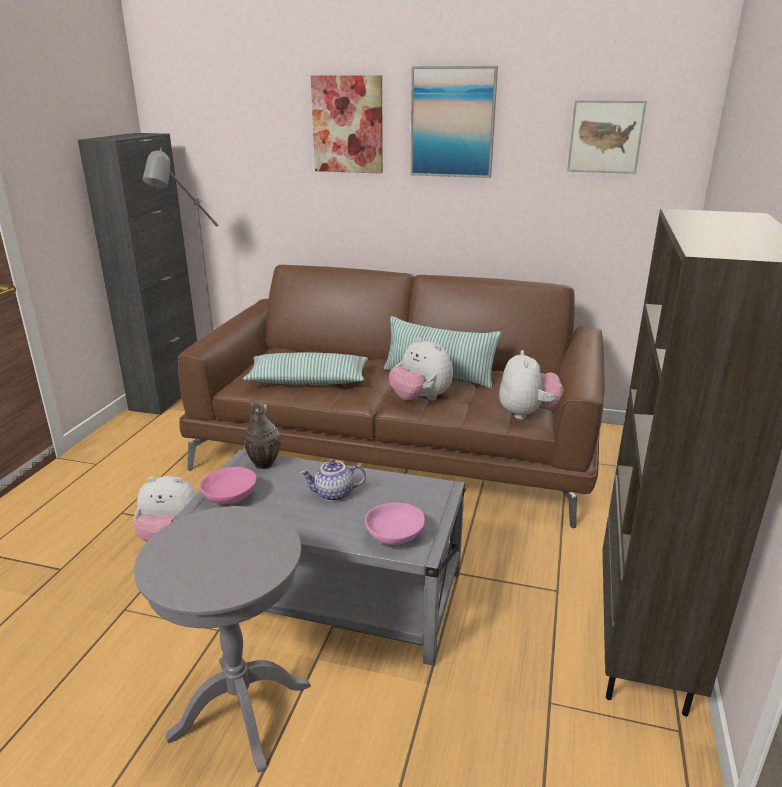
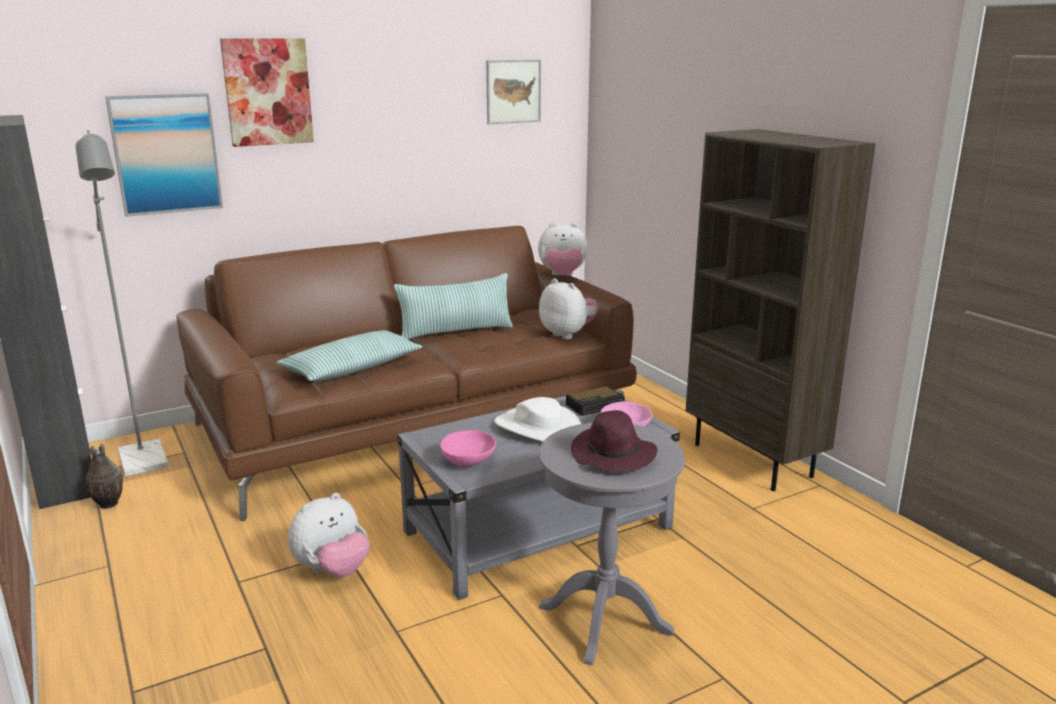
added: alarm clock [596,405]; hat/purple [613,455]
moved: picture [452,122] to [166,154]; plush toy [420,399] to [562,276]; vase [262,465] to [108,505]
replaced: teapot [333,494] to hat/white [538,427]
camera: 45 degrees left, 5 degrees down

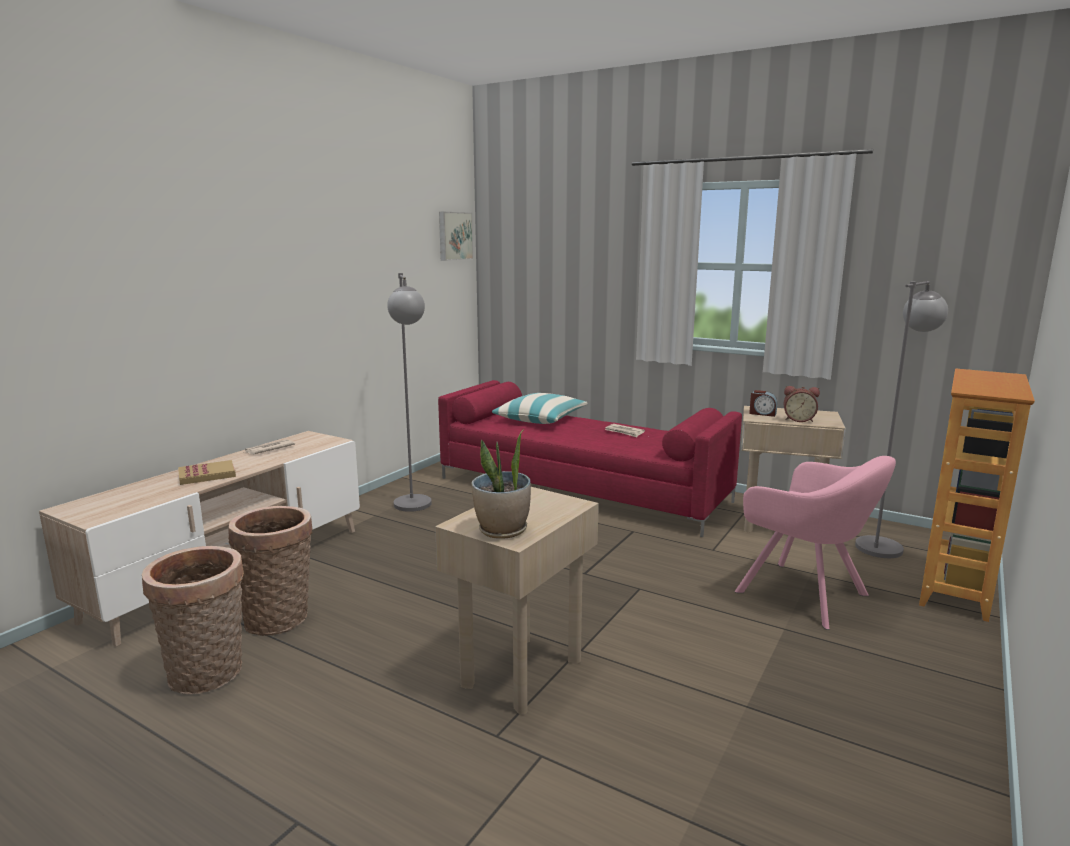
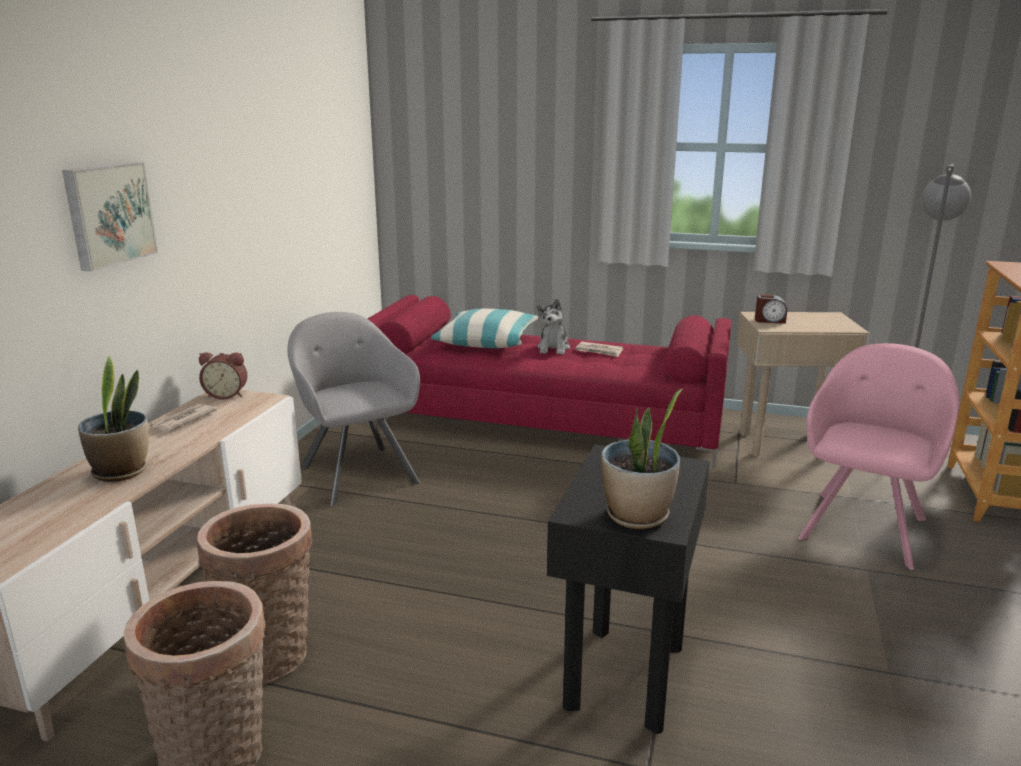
added: plush toy [553,348]
moved: picture [454,236] to [108,214]; alarm clock [798,420] to [227,395]
replaced: floor lamp/grey [414,509] to armchair/grey [357,472]; book [207,475] to potted plant [121,471]
recoloured: side table/beige [521,672] to side table/black [623,676]
turned: armchair/pink [807,596] = [864,526] 90 degrees counterclockwise
camera: 15 degrees left, 5 degrees up

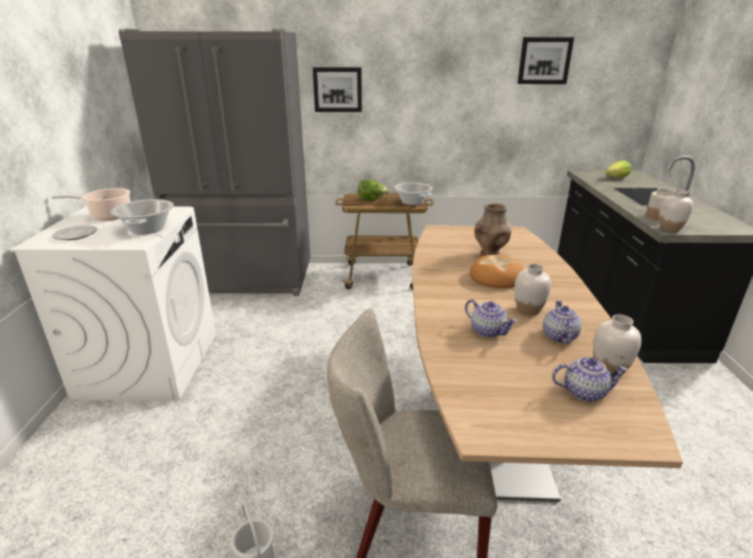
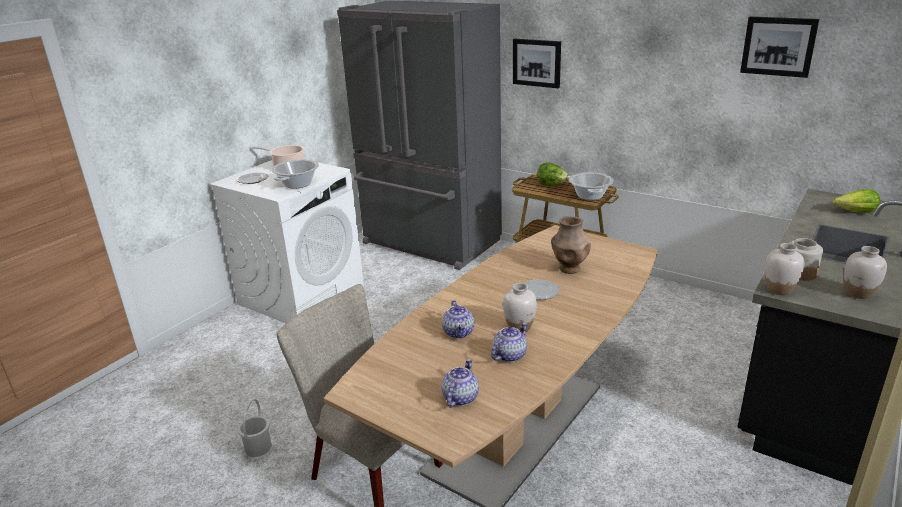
moved: vase/white [609,369] to [858,293]
replaced: bread [496,277] to plate [539,292]
turned: teapot [584,392] = [460,397] 105 degrees counterclockwise
camera: 35 degrees right, 0 degrees up

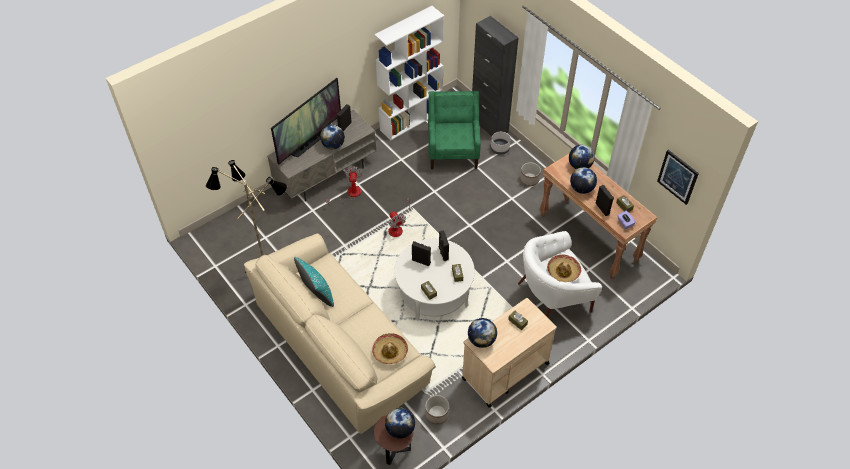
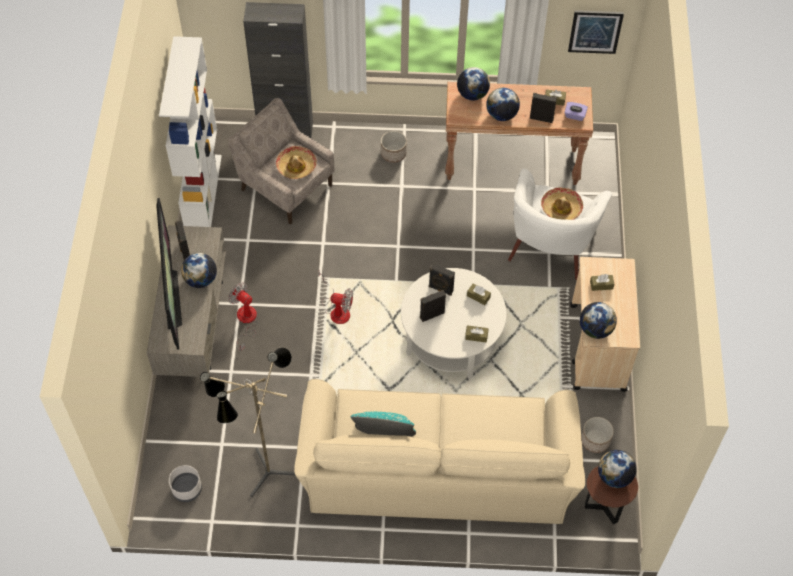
moved: planter/grey [499,148] to [186,489]; hat [390,351] to [296,166]
recoloured: armchair/green [453,150] to armchair/beige [286,186]
camera: 50 degrees left, 5 degrees up

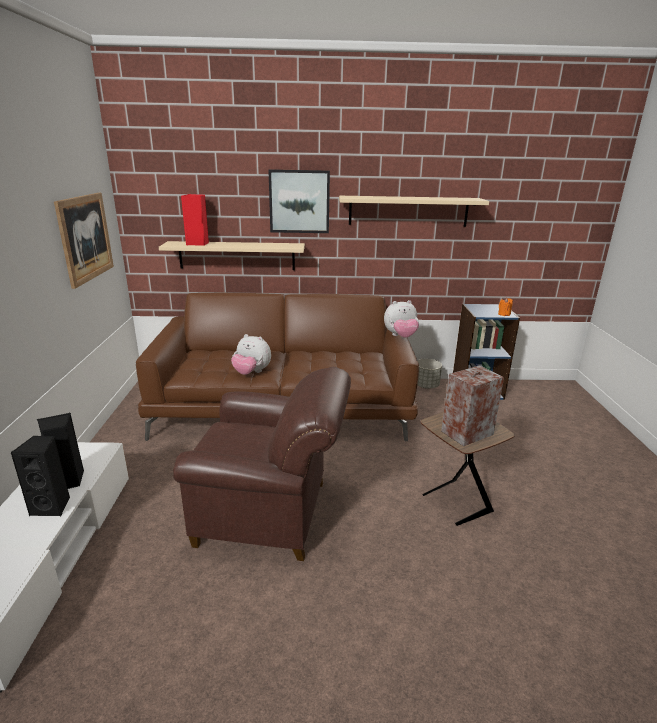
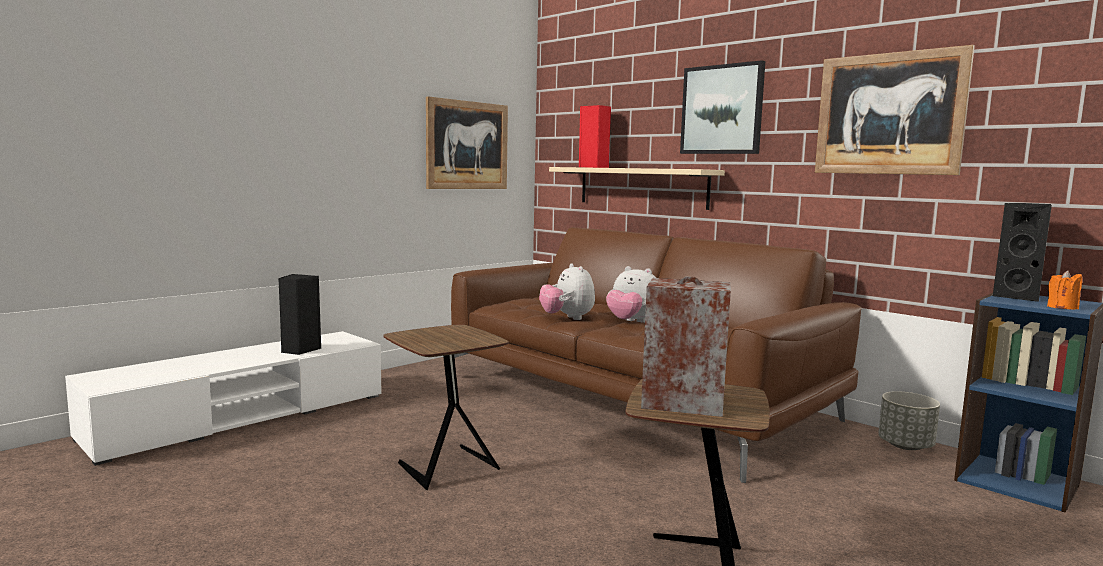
moved: plush toy [400,336] to [632,322]; speaker/black [53,506] to [1019,297]
replaced: shelf/beige [408,211] to picture [889,114]; armchair/brown [270,513] to side table/brown [445,466]
camera: 45 degrees right, 15 degrees down

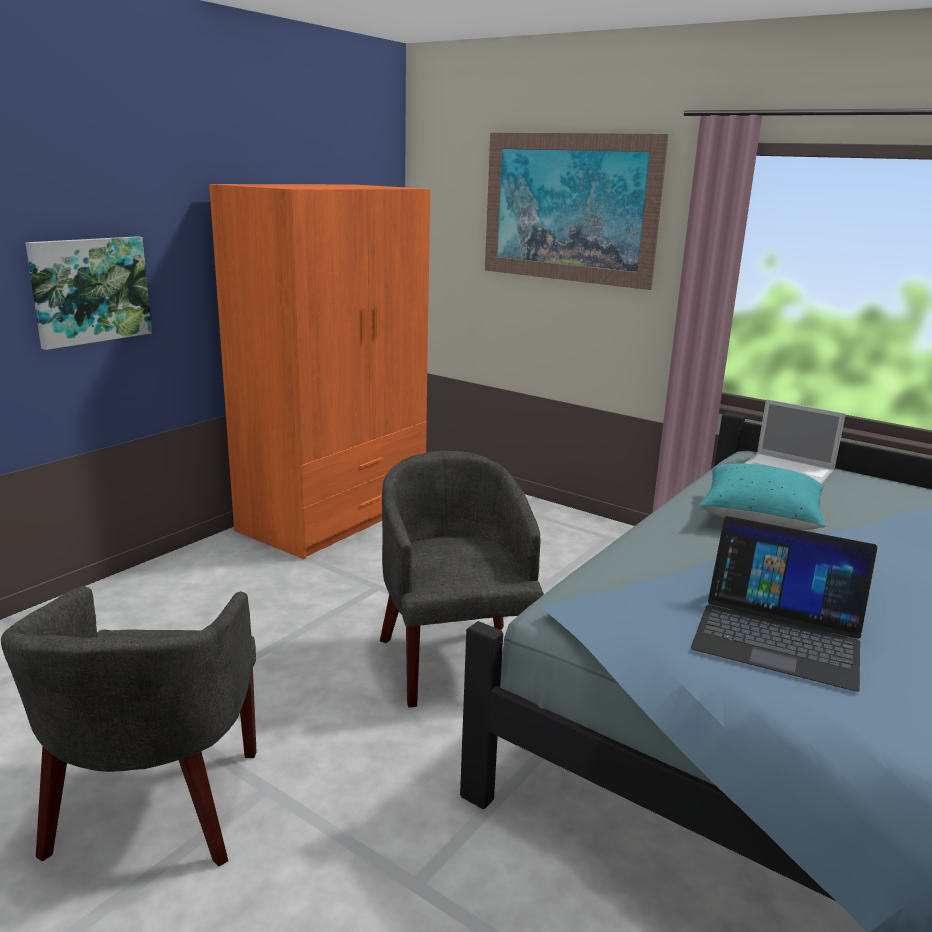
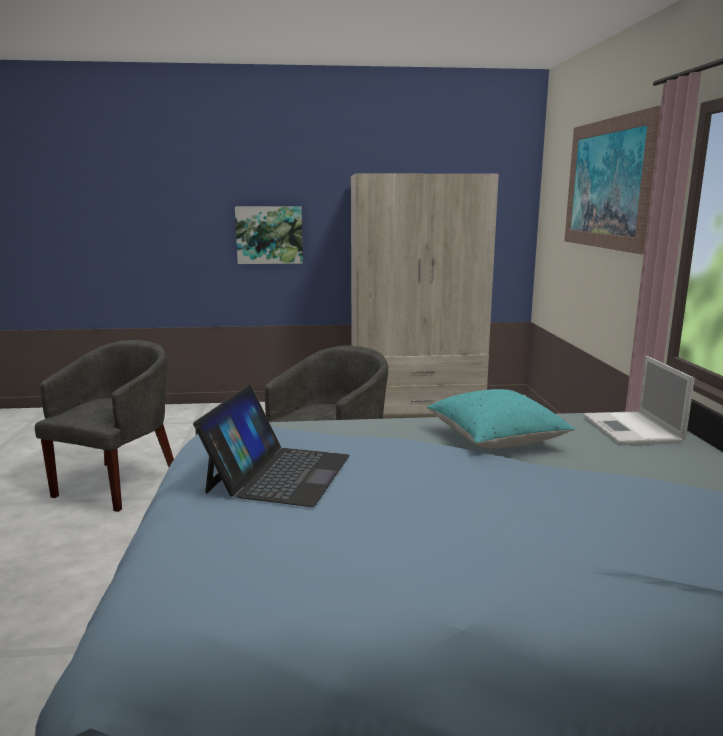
recoloured: wardrobe/orange [335,516] to wardrobe/beige [416,410]
turned: laptop [778,634] = [279,473] 150 degrees counterclockwise; armchair/grey [156,809] = [119,483] 150 degrees clockwise
camera: 50 degrees right, 5 degrees down

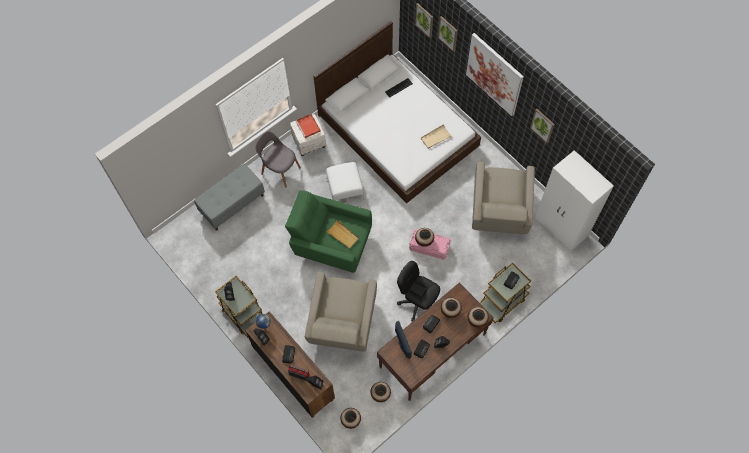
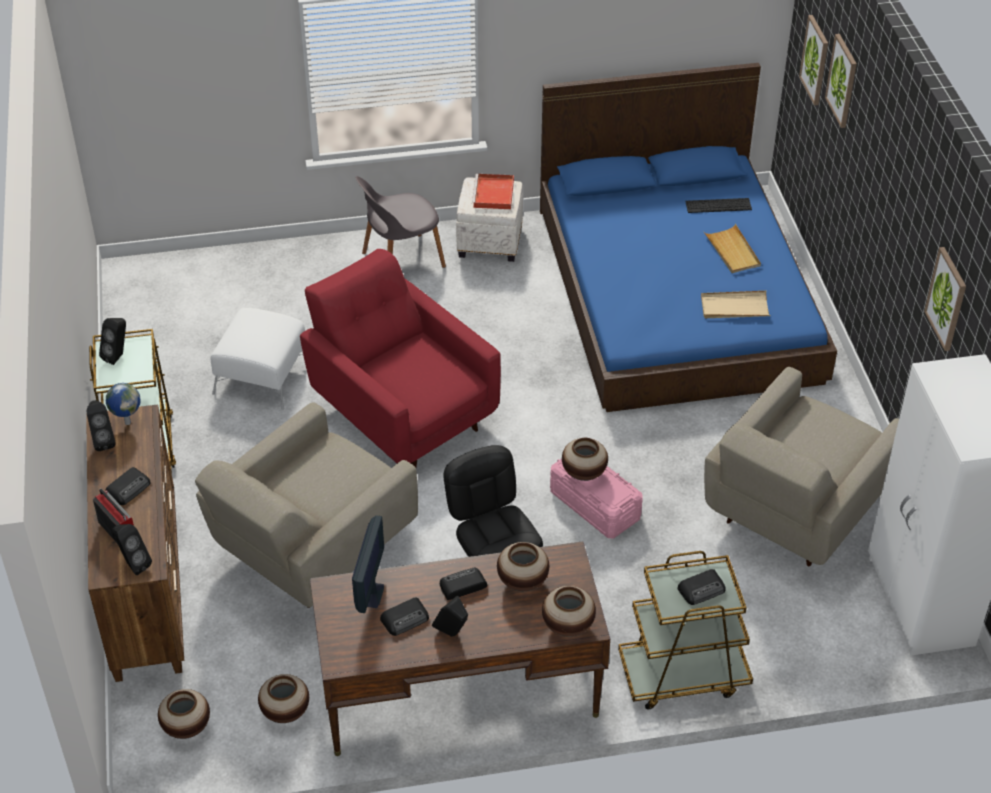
removed: picture [494,74]; bench/grey [232,204]
moved: ottoman/white [345,188] to [263,376]; tray/beige [343,235] to [732,251]
recoloured: bed/white [397,130] to bed/blue [677,293]; armchair/green [331,243] to armchair/red [401,411]
turned: chair/grey [280,170] = [401,261] 90 degrees counterclockwise
camera: 30 degrees right, 20 degrees down

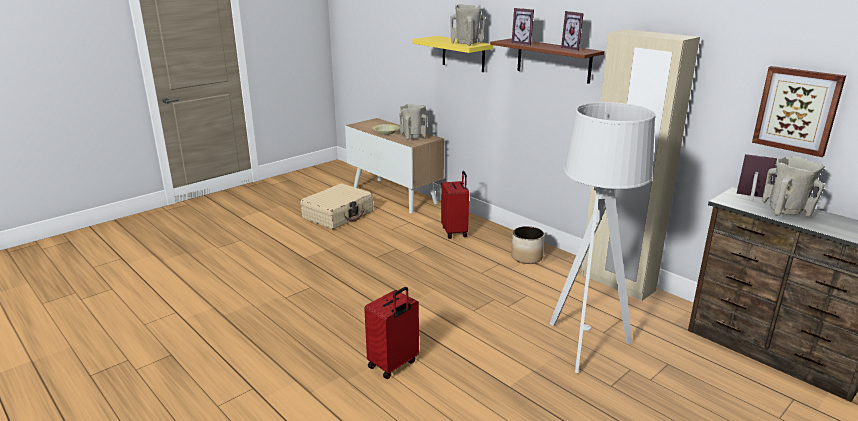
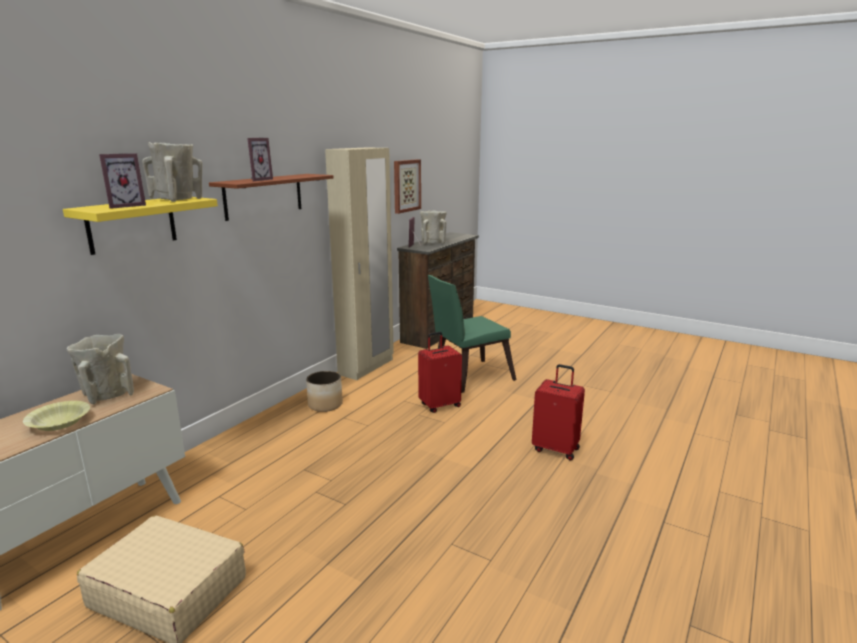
moved: picture frame [574,48] to [124,206]; suitcase/red [455,232] to [439,405]
replaced: floor lamp/grey [586,345] to chair/green [467,377]
camera: 105 degrees left, 5 degrees down

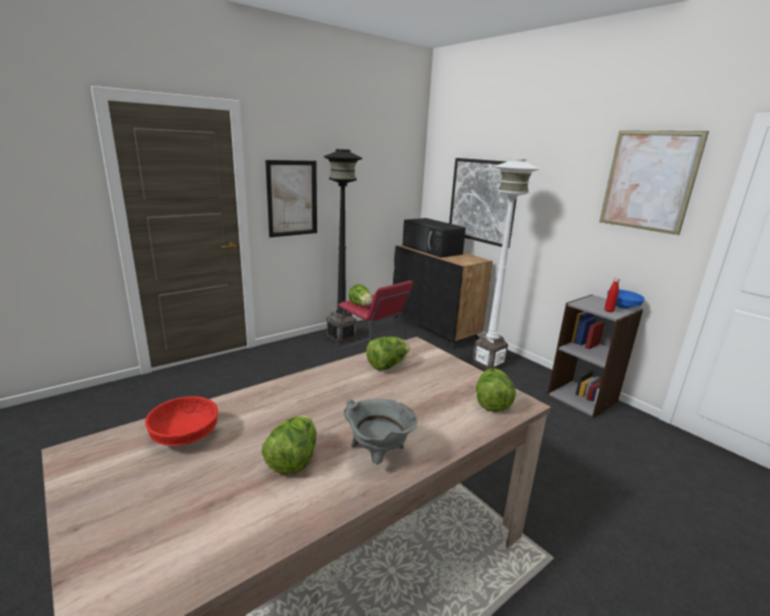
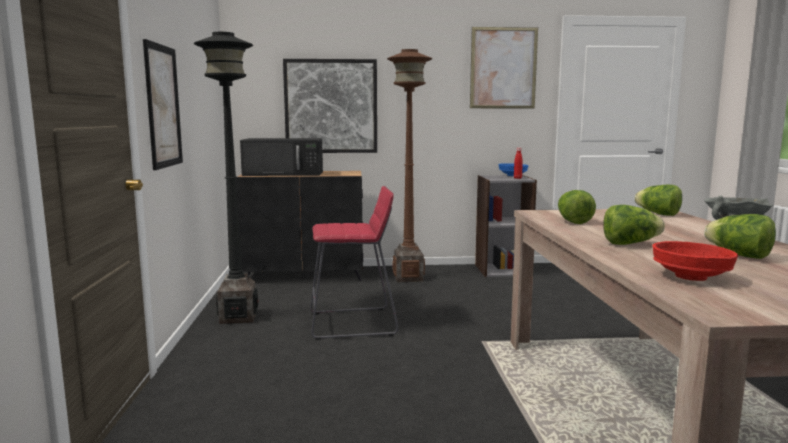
moved: lettuce [361,305] to [630,244]
recoloured: floor lamp/white [488,363] to floor lamp/brown [408,277]
camera: 55 degrees left, 10 degrees down

